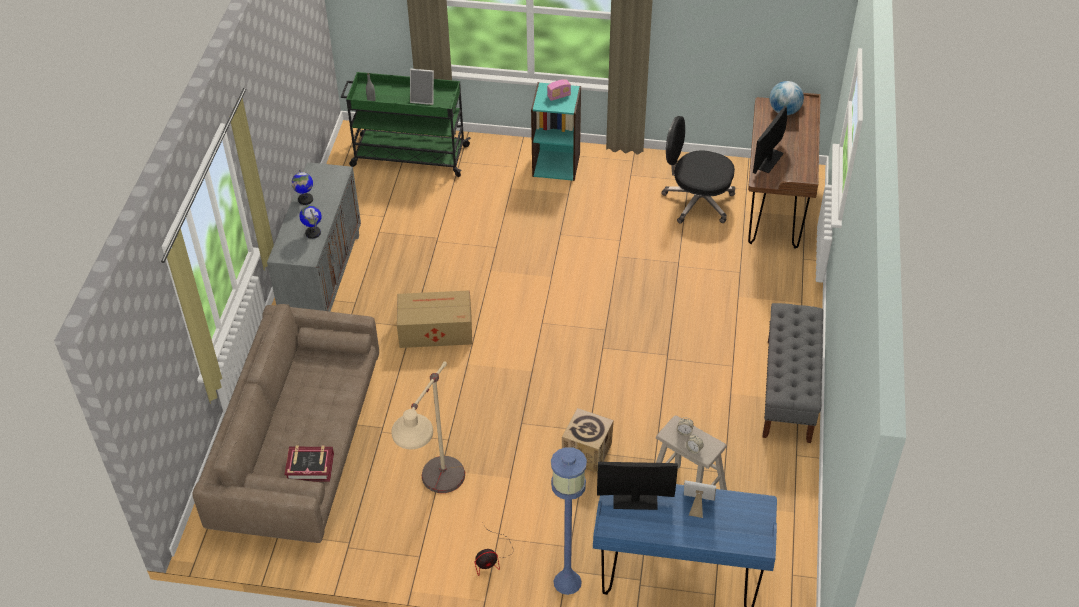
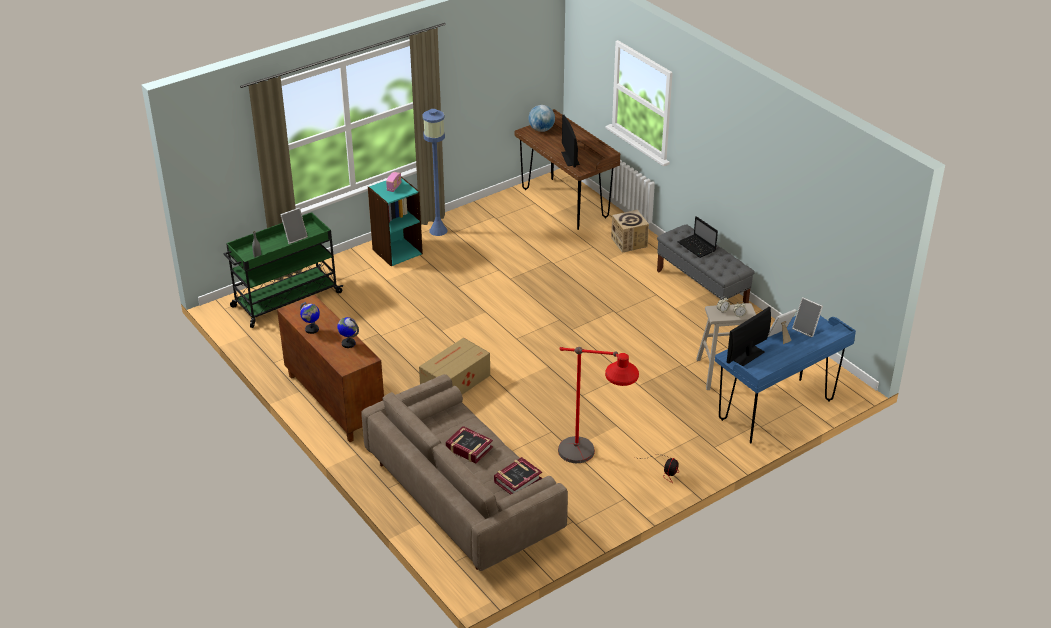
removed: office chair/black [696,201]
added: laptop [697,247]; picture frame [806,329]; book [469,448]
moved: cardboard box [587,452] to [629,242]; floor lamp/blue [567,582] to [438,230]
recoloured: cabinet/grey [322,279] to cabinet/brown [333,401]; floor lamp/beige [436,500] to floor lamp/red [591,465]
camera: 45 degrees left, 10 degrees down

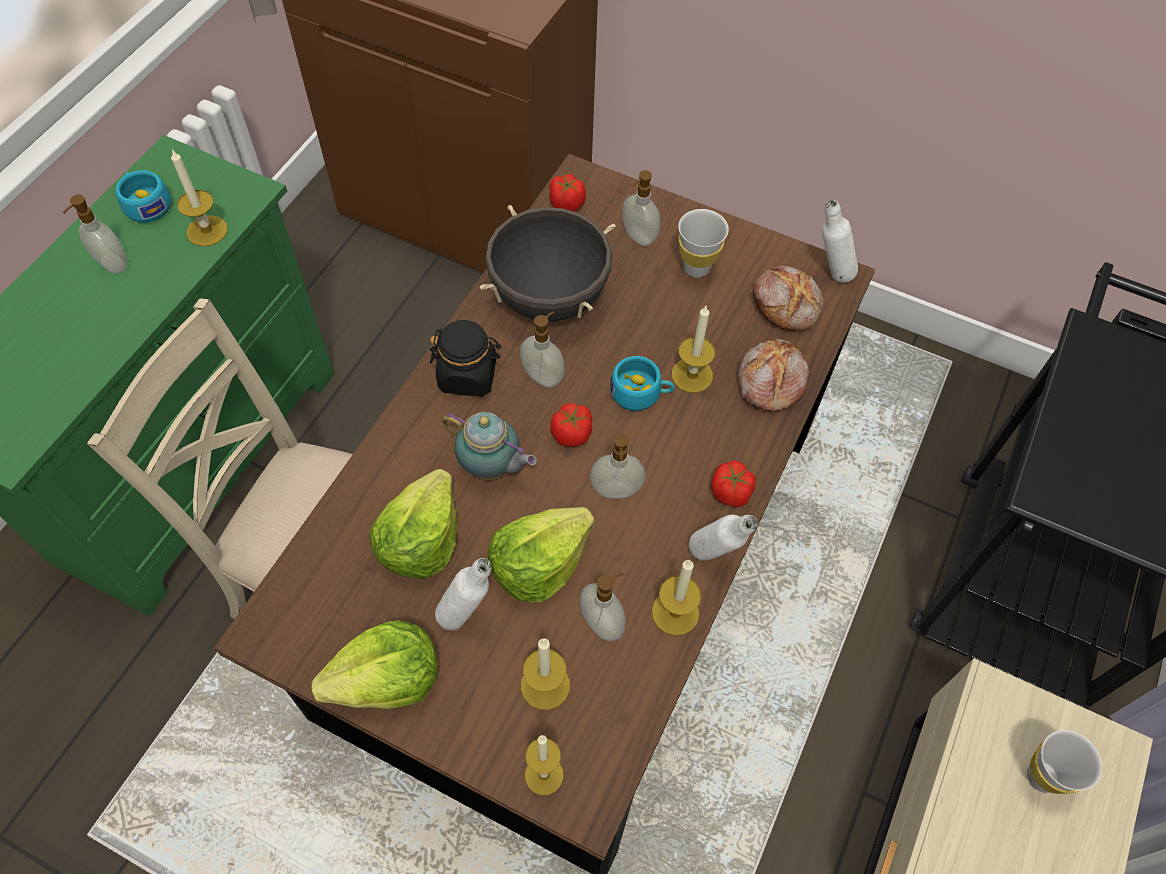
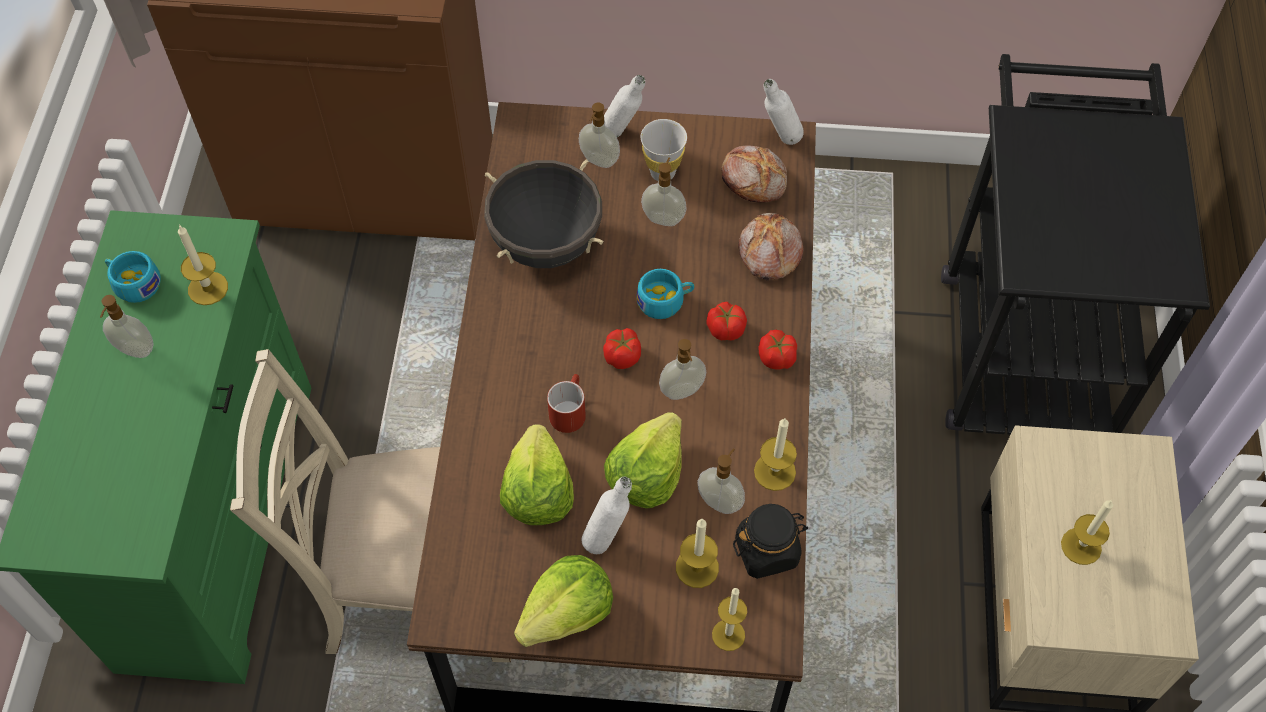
removed: cup/white [1041,776]
moved: tomato [566,203] to [725,329]; candle [692,375] to [1081,546]; soap dispenser [543,376] to [663,218]; jar/black [468,375] to [767,551]; bottle/white [714,558] to [622,135]
replaced: teapot [492,468] to mug/red [568,410]
camera: 20 degrees left, 0 degrees up

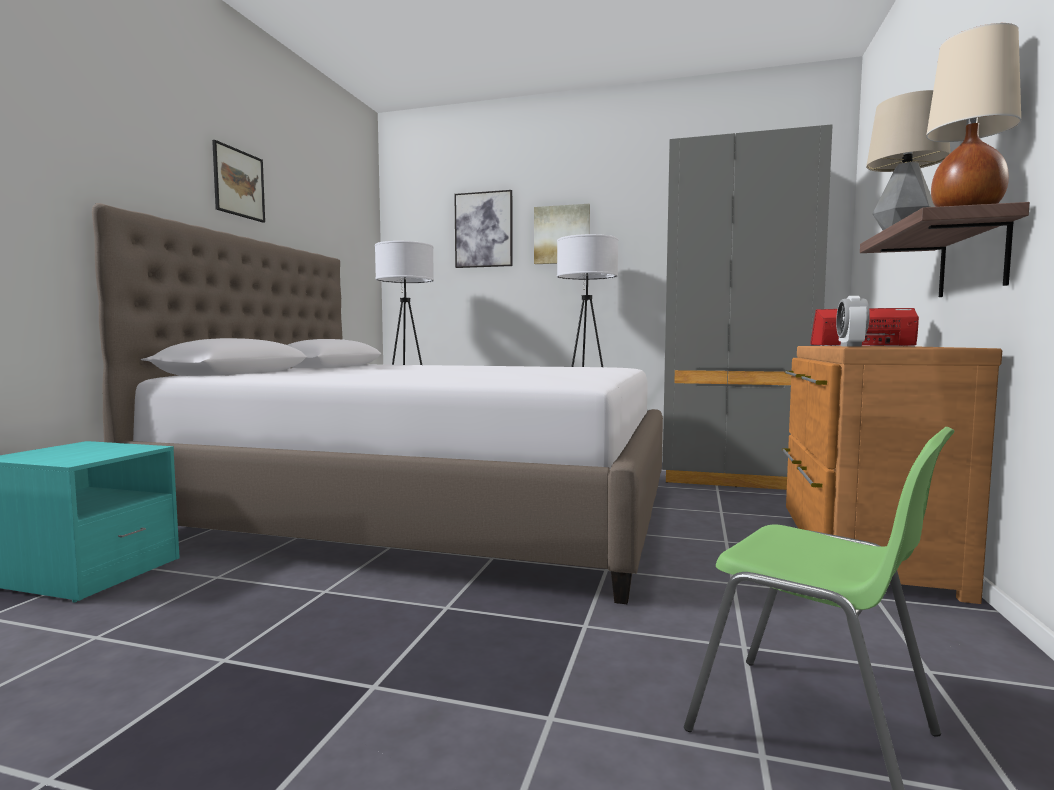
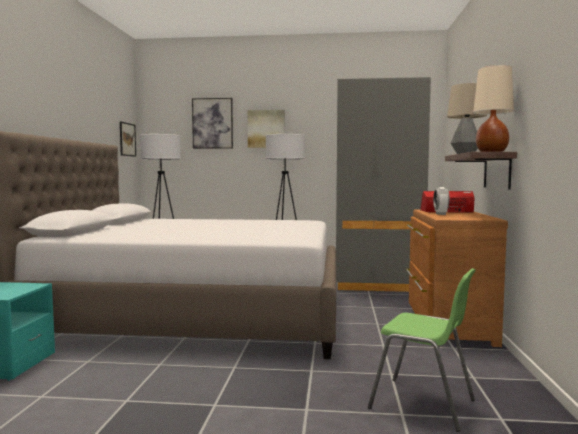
moved: picture [239,183] to [127,139]
camera: 10 degrees left, 0 degrees up

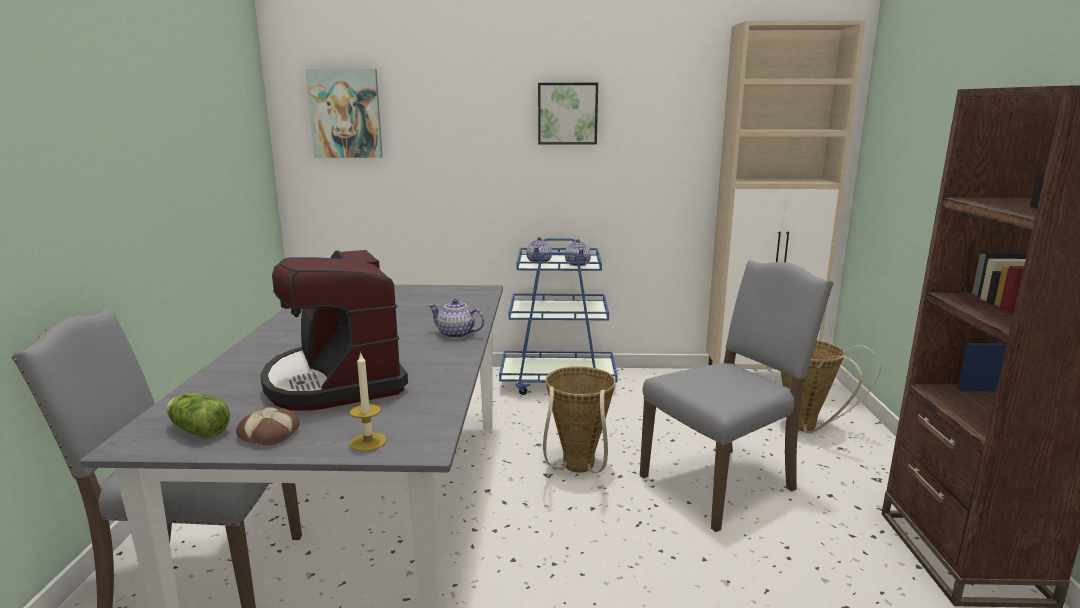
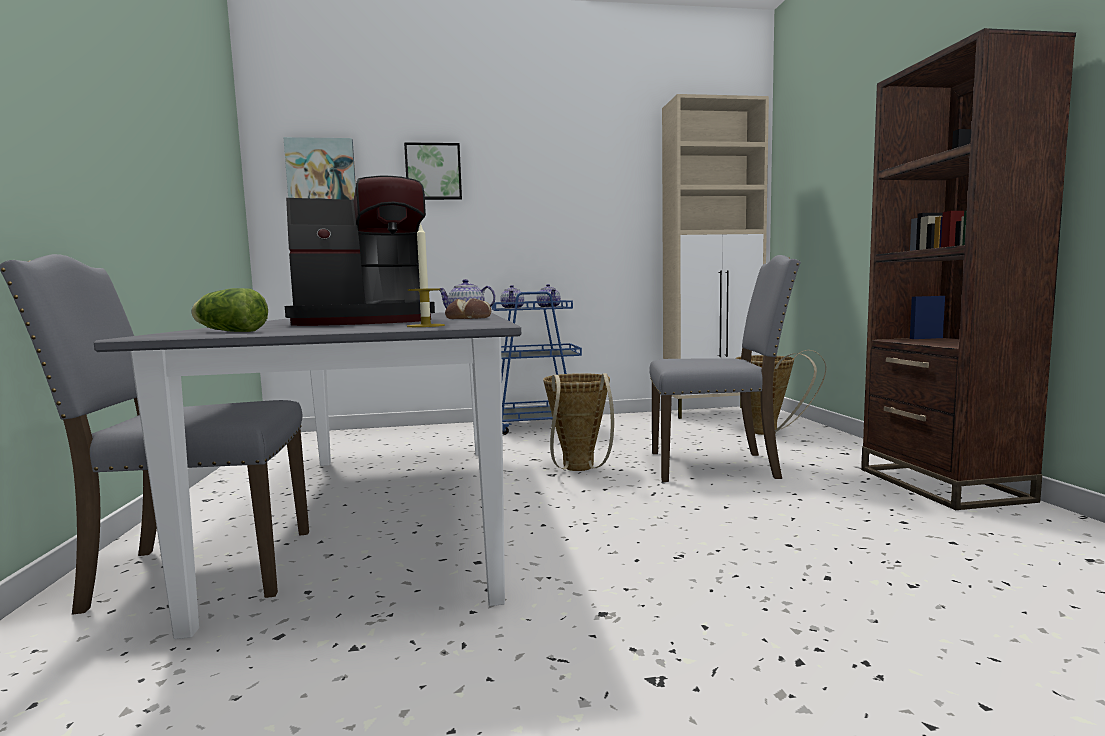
moved: picture [567,113] to [433,172]; bread [270,433] to [469,318]
turned: coffee machine [336,381] = [364,322] 75 degrees counterclockwise; chair/grey [722,483] = [716,466] 45 degrees clockwise
camera: 10 degrees left, 10 degrees down

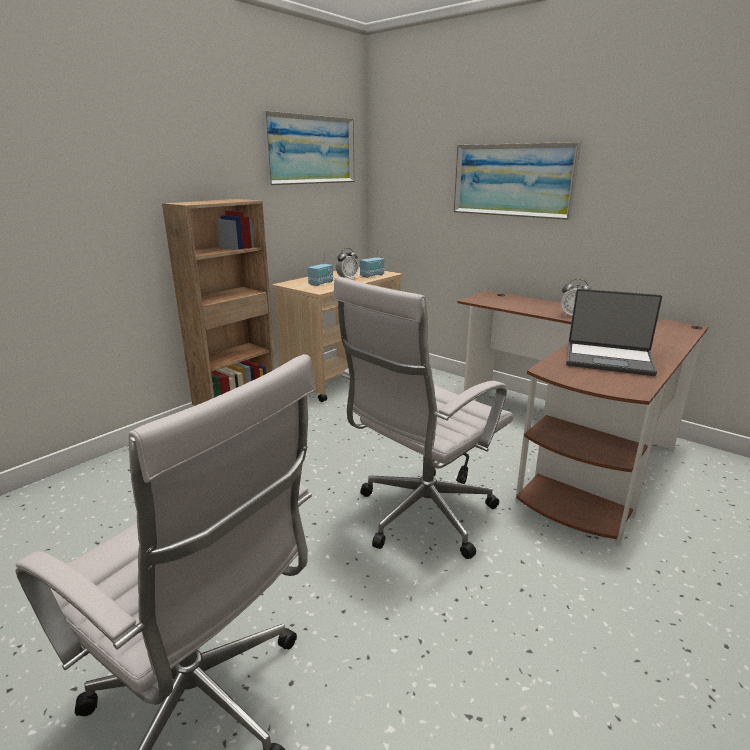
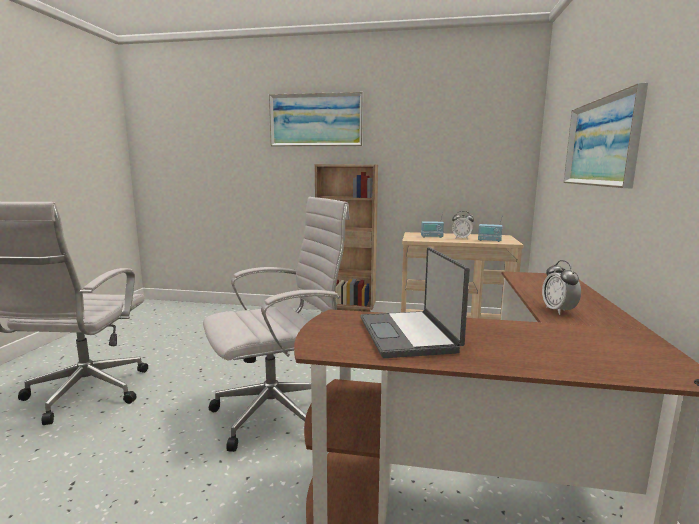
moved: picture [310,150] to [316,120]
turned: office chair/white [420,517] = [279,412] 135 degrees clockwise
camera: 60 degrees right, 10 degrees down

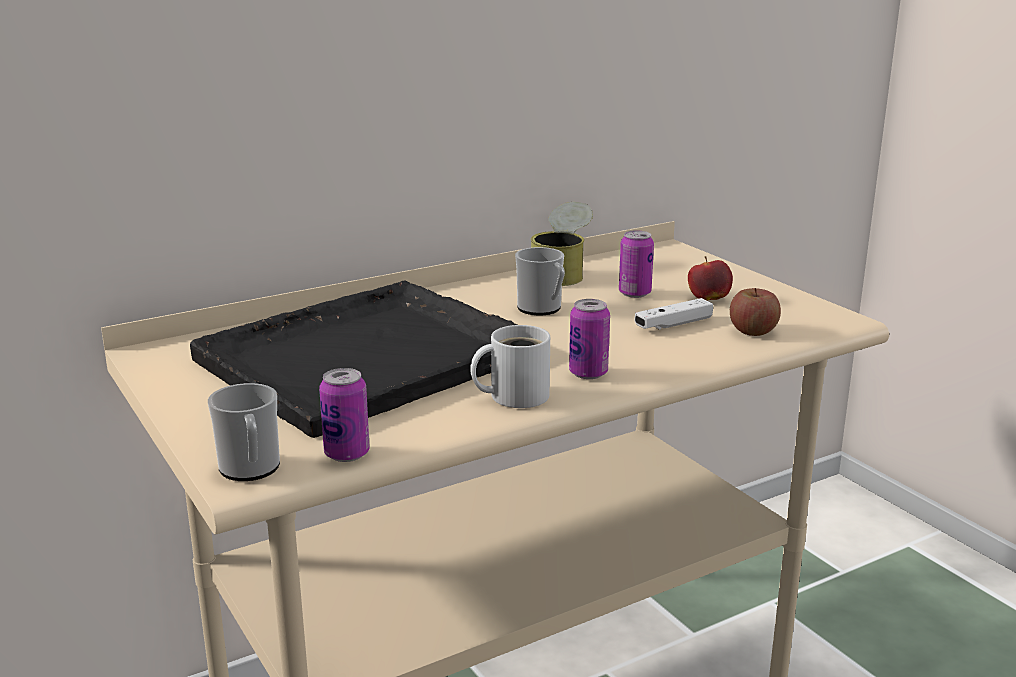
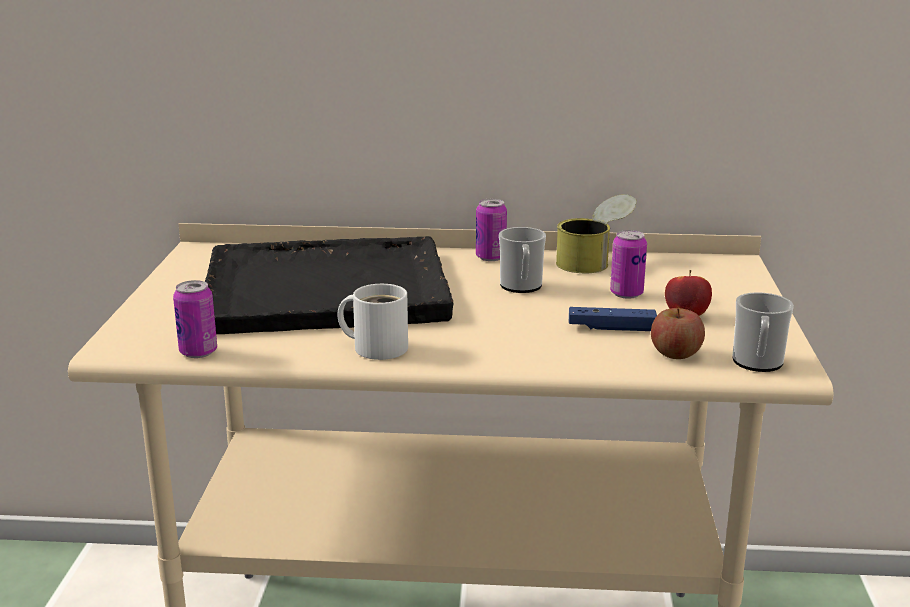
moved: can [588,373] to [490,257]; mug [251,470] to [757,364]
recoloured: game controller/white [673,324] to game controller/blue [611,328]
camera: 35 degrees right, 0 degrees up

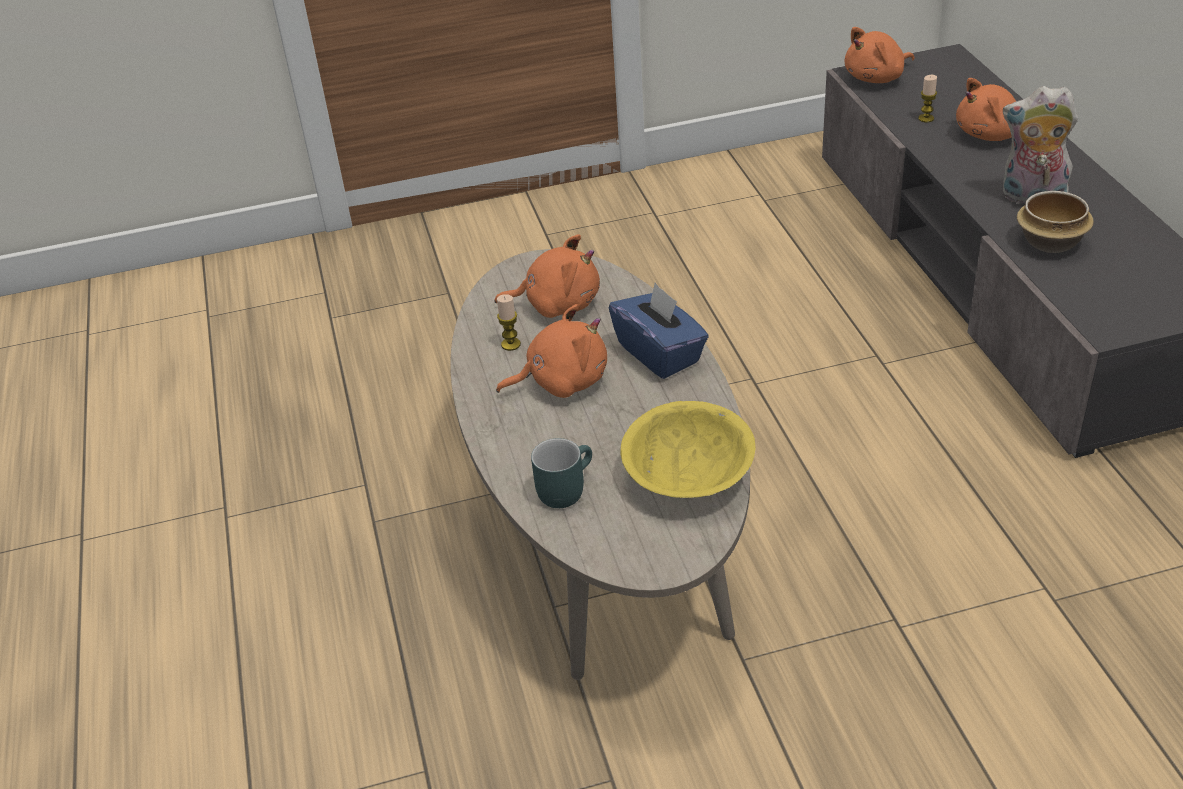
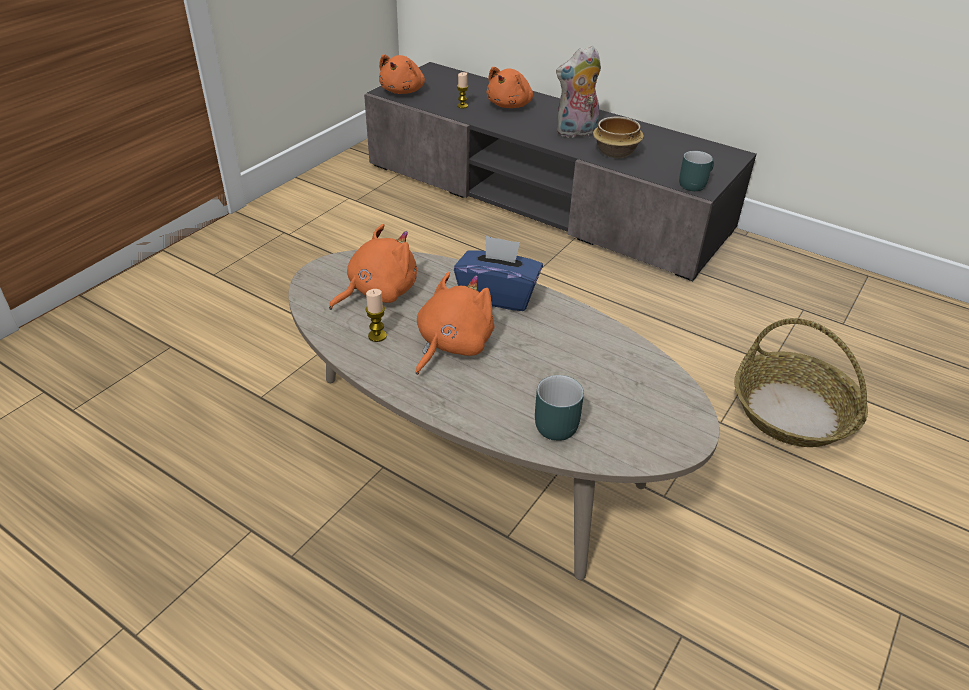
removed: bowl/yellow [689,475]
added: mug/turquoise [693,183]; basket [793,412]
camera: 45 degrees left, 0 degrees up

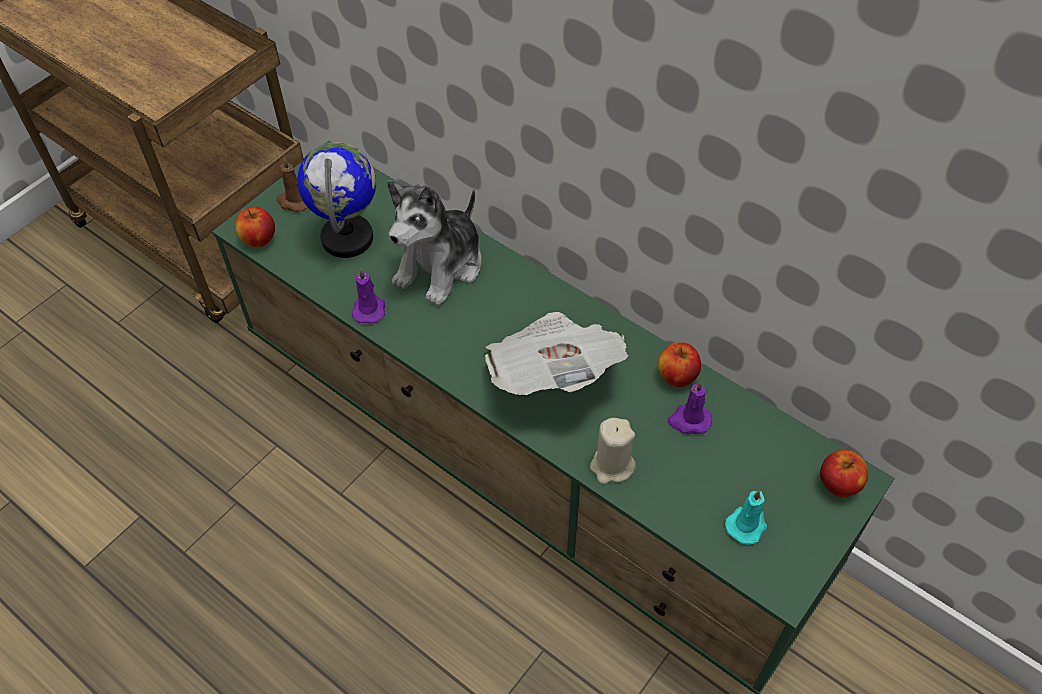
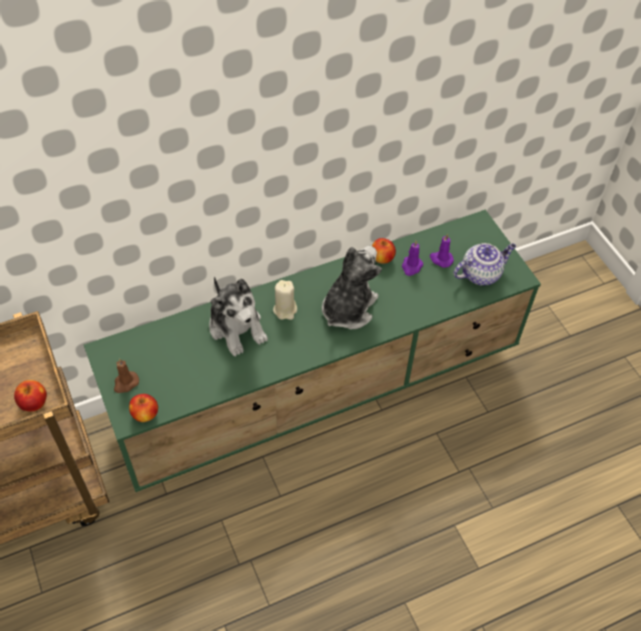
removed: globe [348,238]
moved: candle/purple [369,309] to [441,259]; candle/beige [612,466] to [285,310]; apple [838,484] to [34,403]
replaced: newspaper [553,373] to plush toy [348,308]; candle/turquoise [747,524] to teapot [481,274]
camera: 65 degrees left, 0 degrees up

